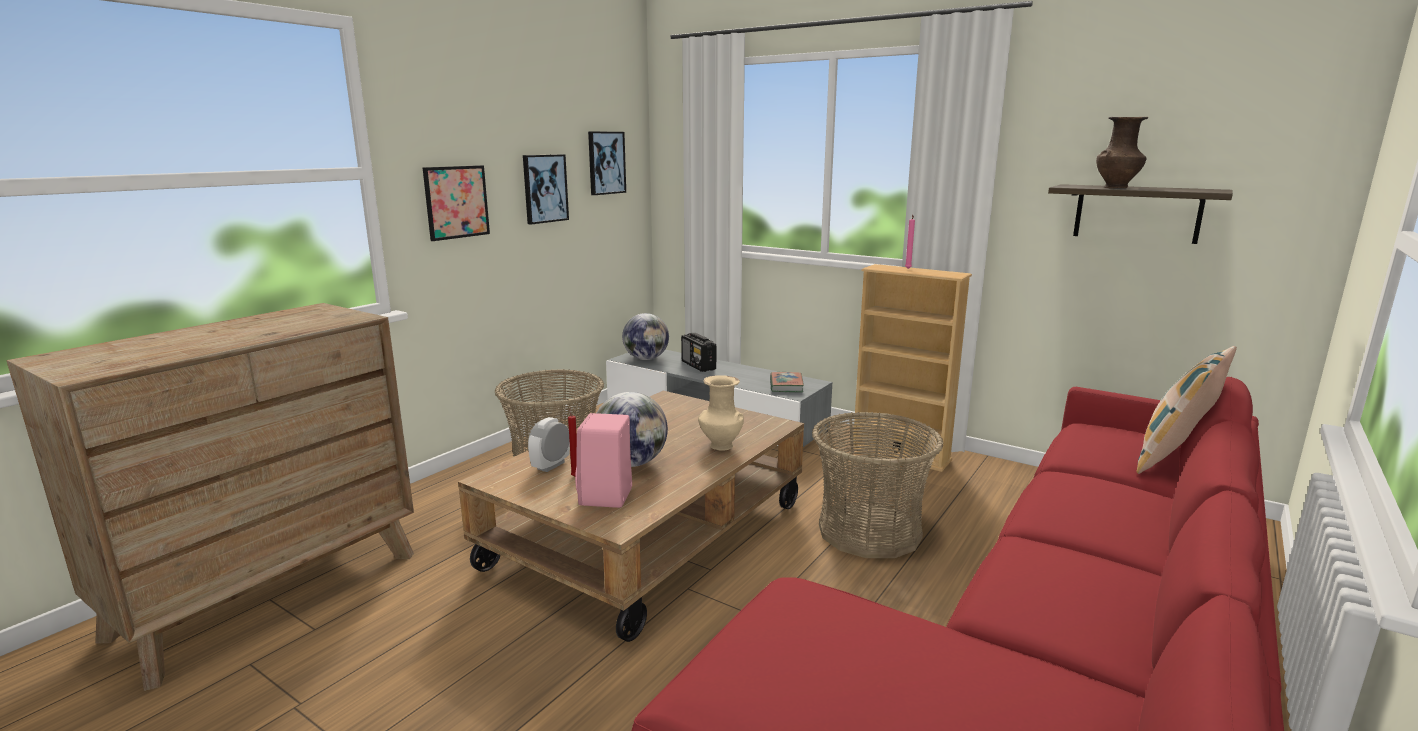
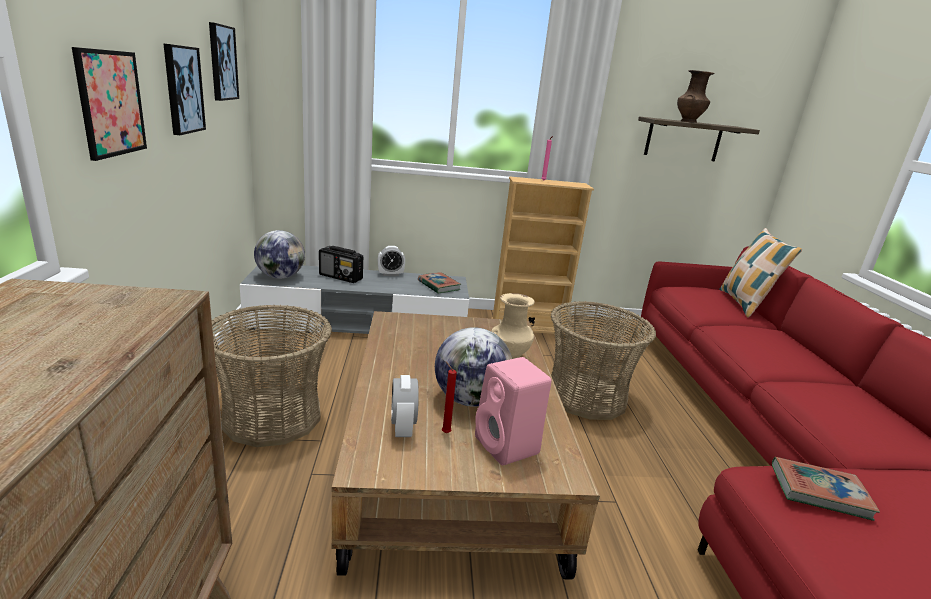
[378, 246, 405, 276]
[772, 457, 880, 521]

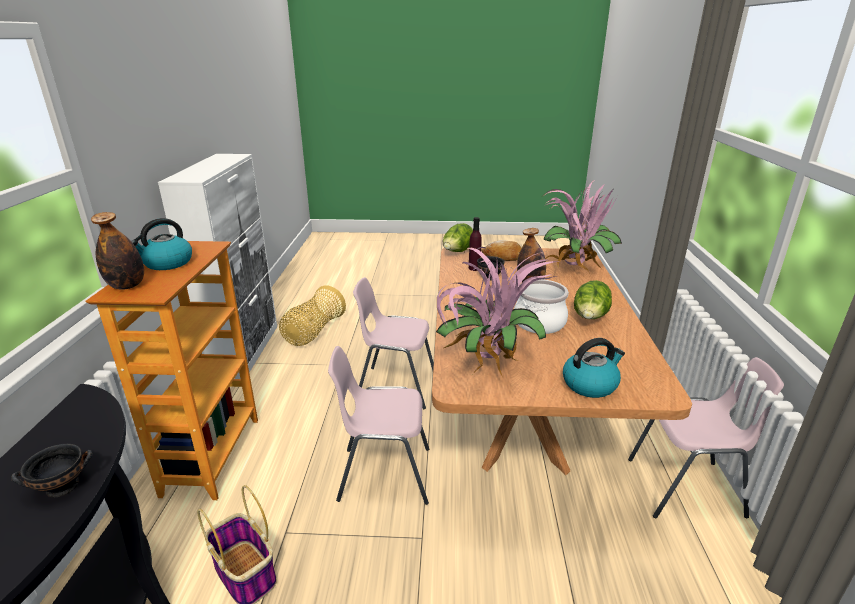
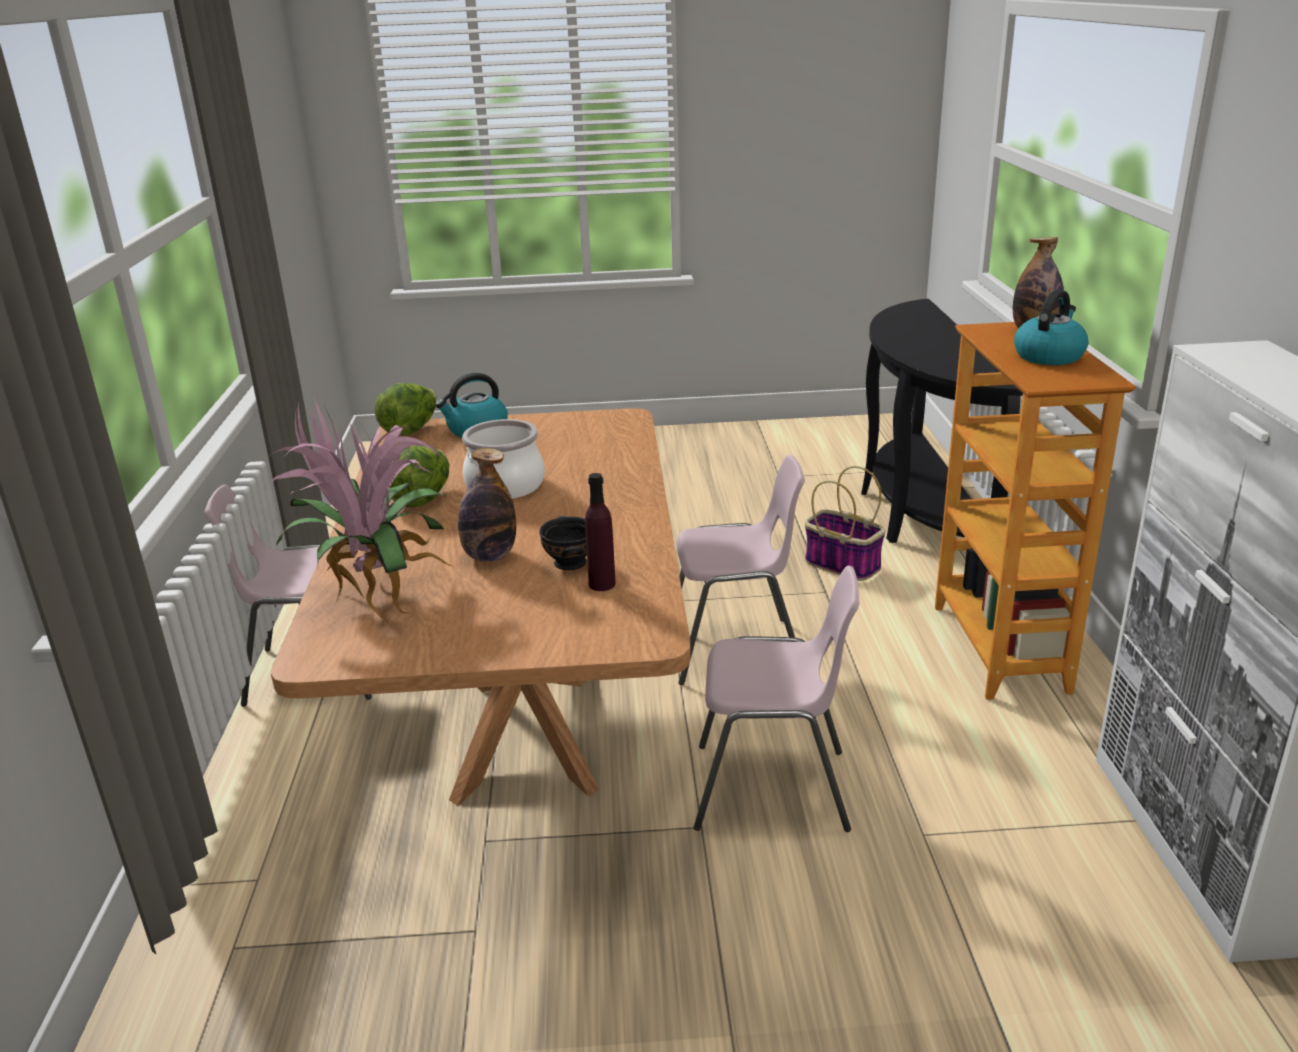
[11, 444, 93, 497] (first image)
[279, 286, 346, 346] (first image)
[436, 247, 558, 377] (first image)
[481, 240, 522, 261] (first image)
[375, 383, 436, 436]

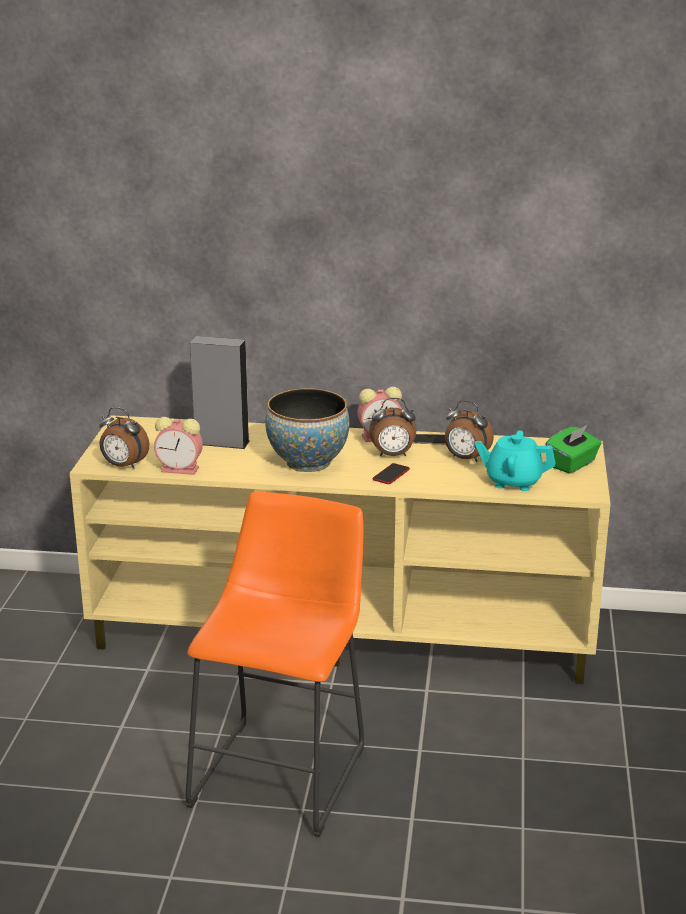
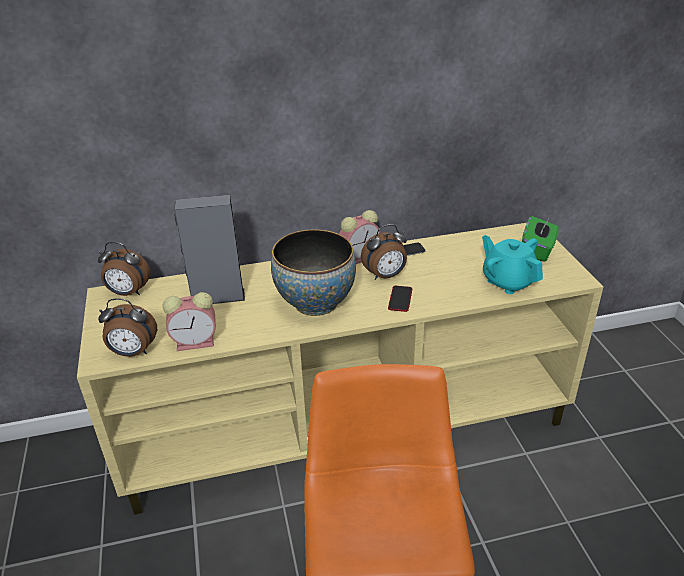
[98, 242, 150, 296]
[482, 235, 543, 294]

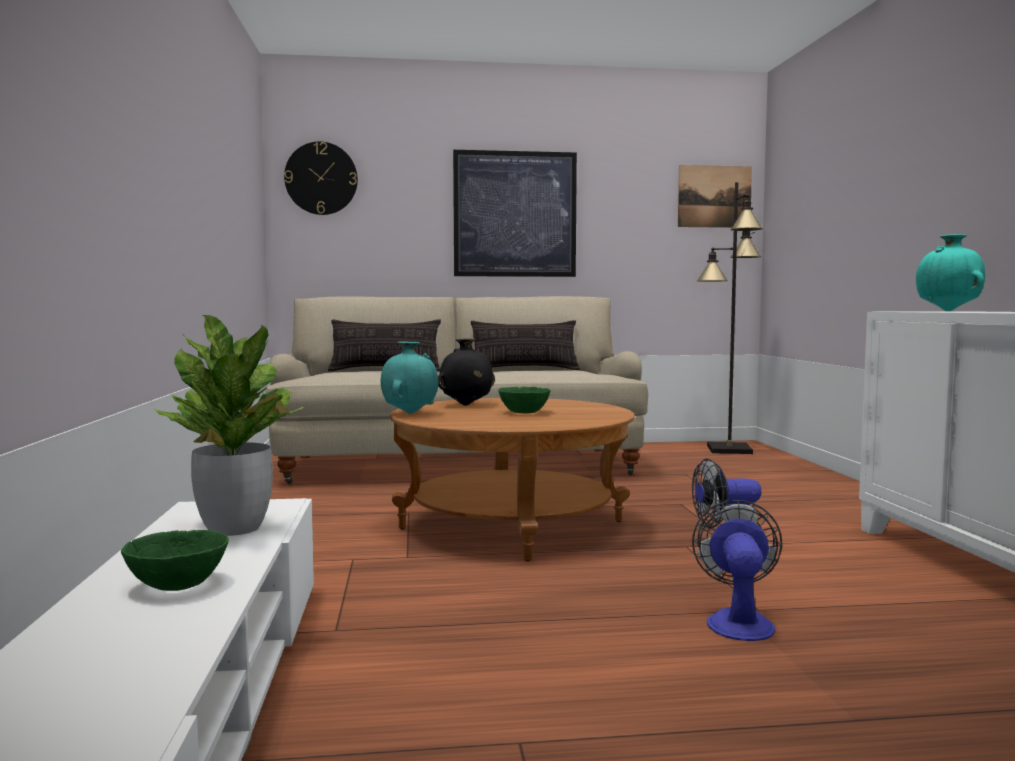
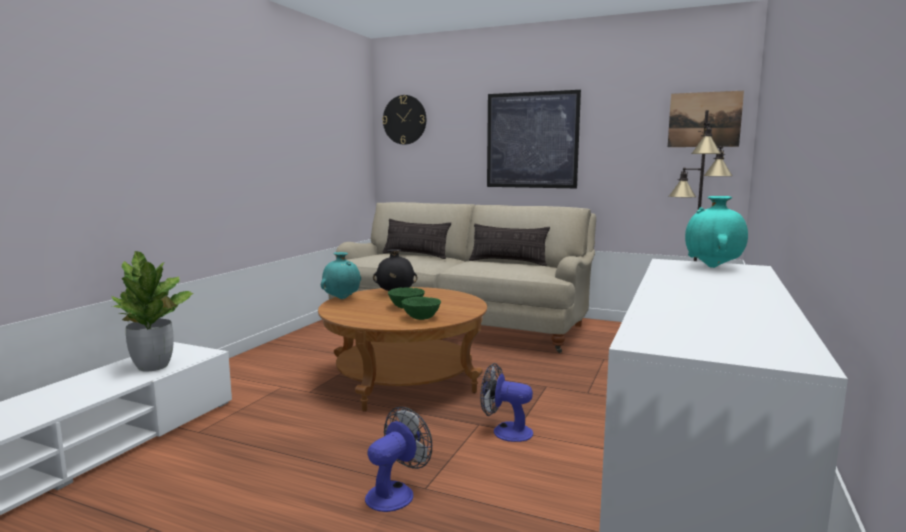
[401, 297, 441, 320]

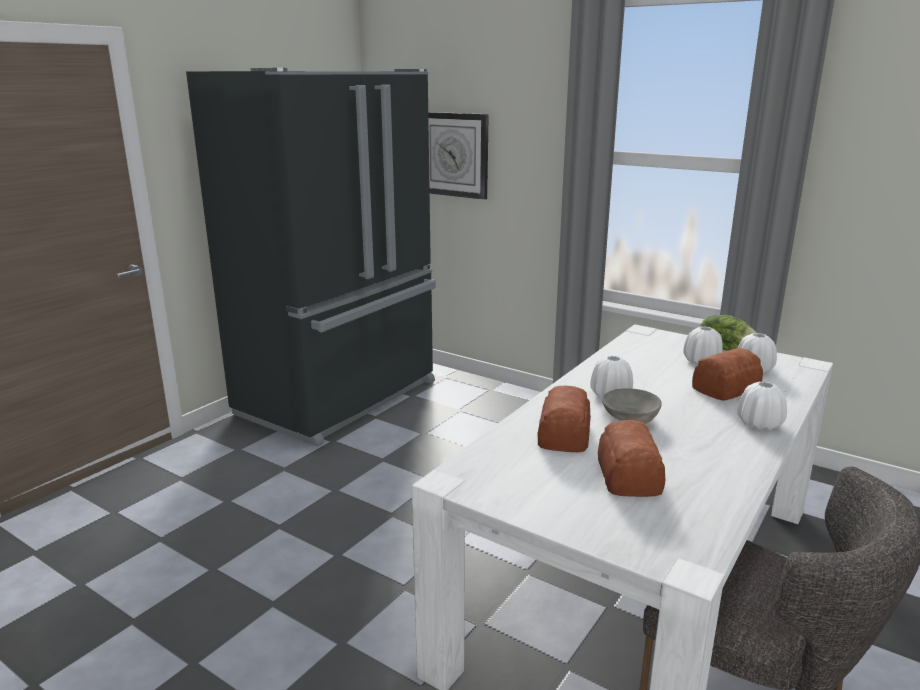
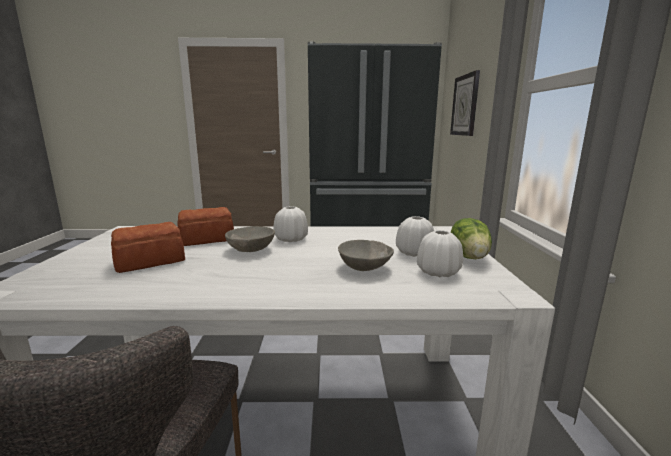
[737, 381, 787, 430] (first image)
[338, 240, 394, 271]

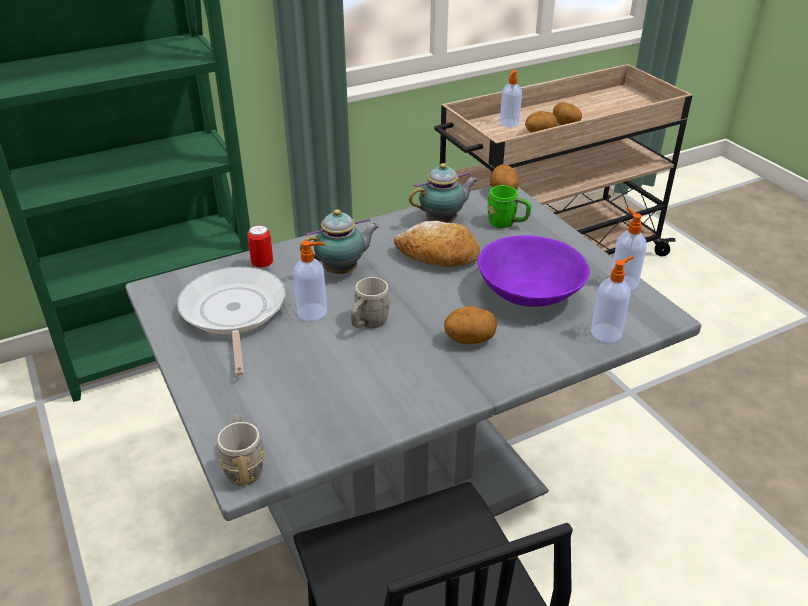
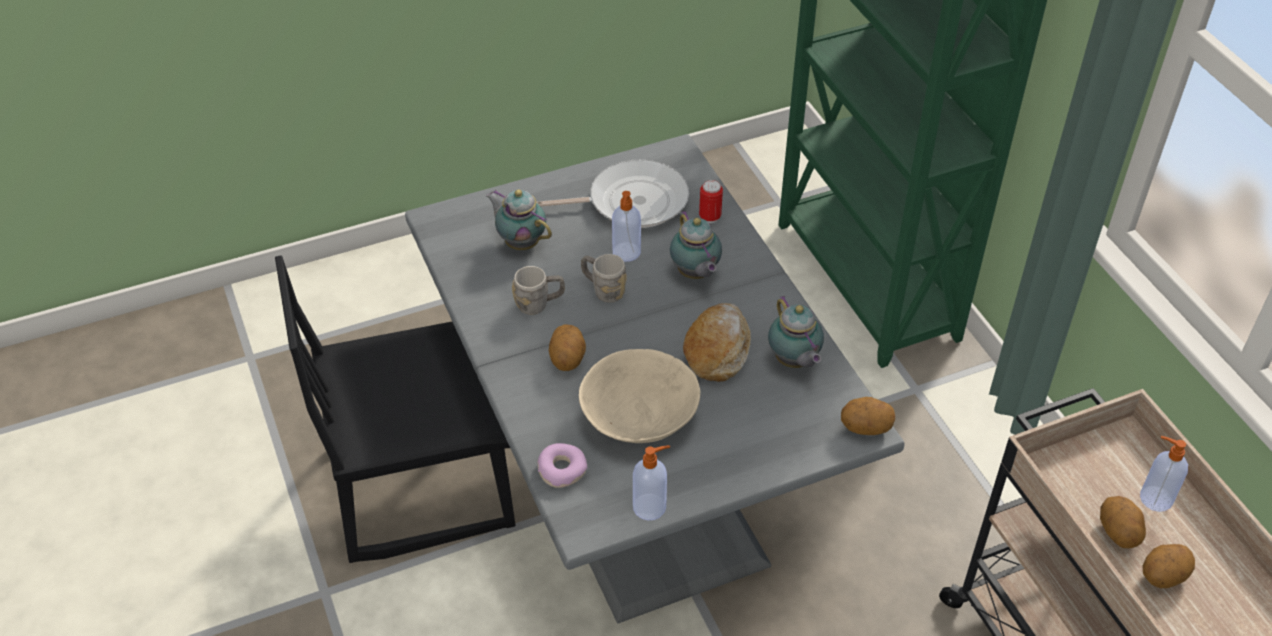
[487, 185, 531, 228] (first image)
[486, 190, 552, 250]
[512, 266, 565, 315]
[537, 443, 587, 488]
[579, 349, 700, 443]

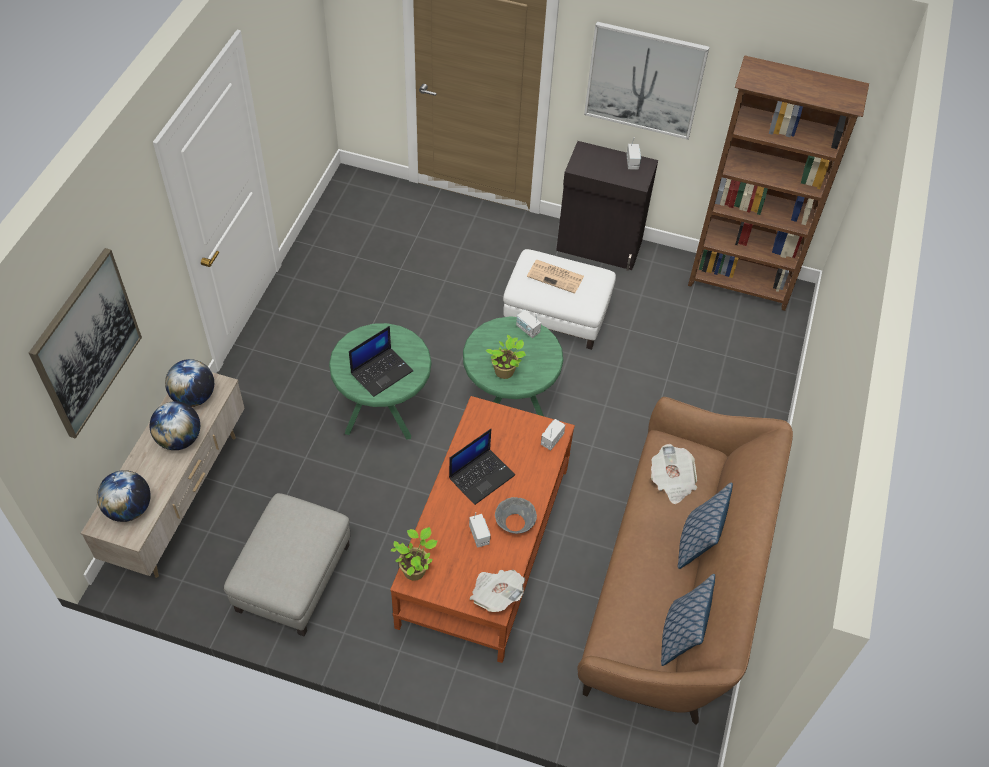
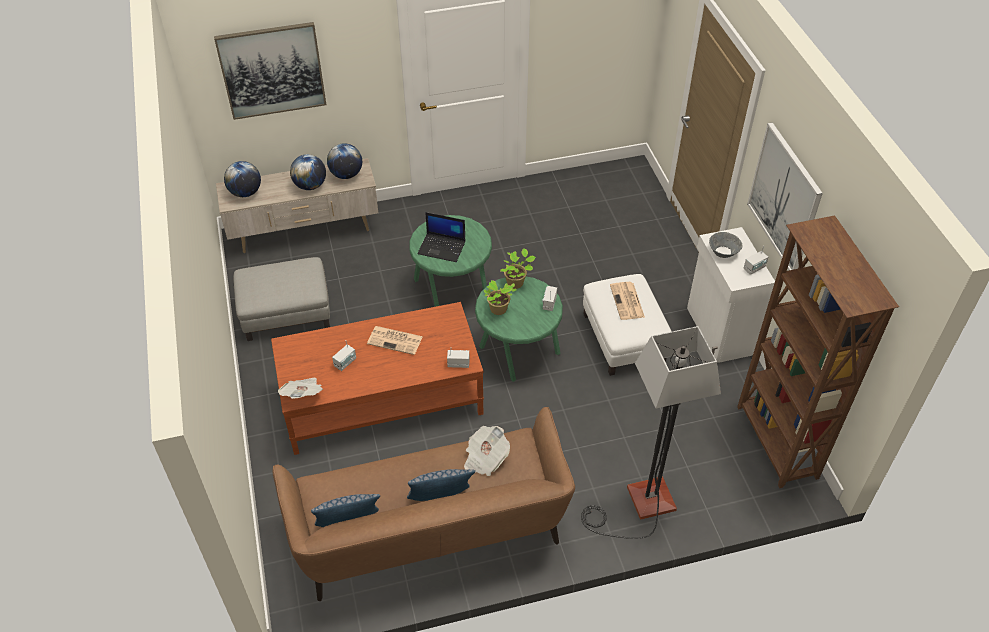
[581, 326, 721, 539]
[500, 248, 536, 289]
[709, 232, 743, 258]
[367, 326, 423, 355]
[687, 227, 775, 363]

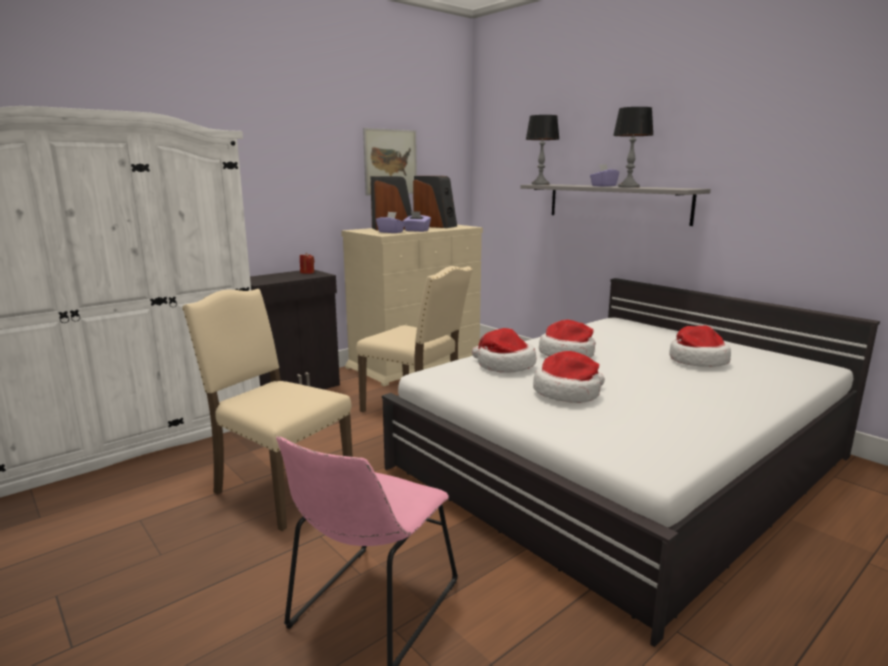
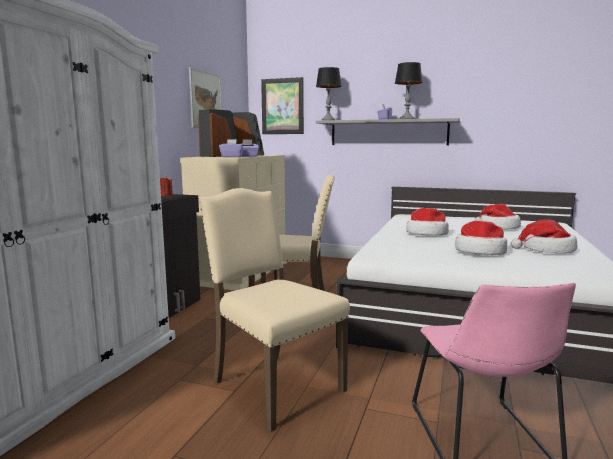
[261, 77, 304, 134]
[511, 219, 577, 254]
[199, 188, 350, 432]

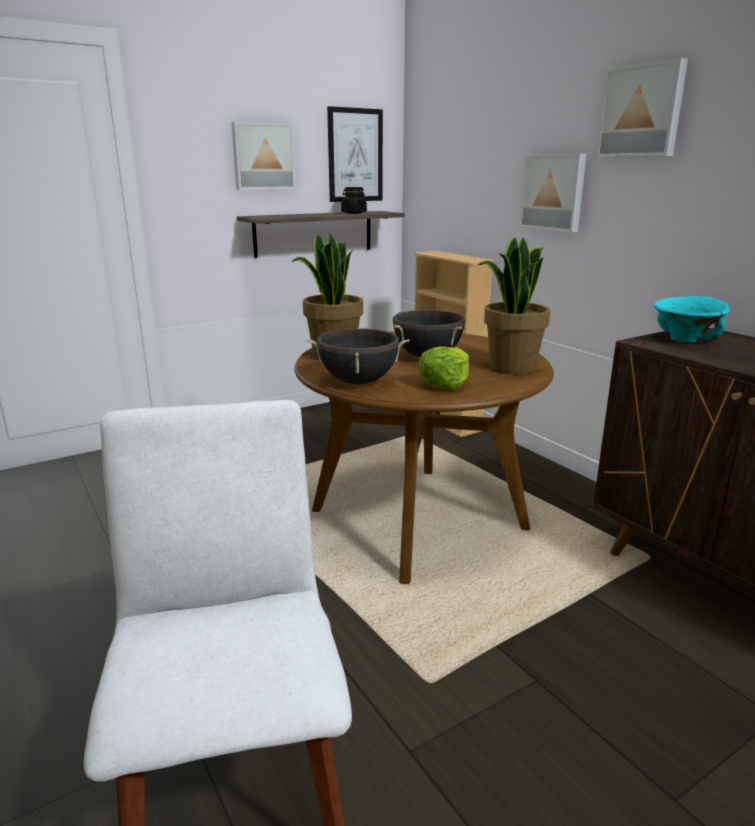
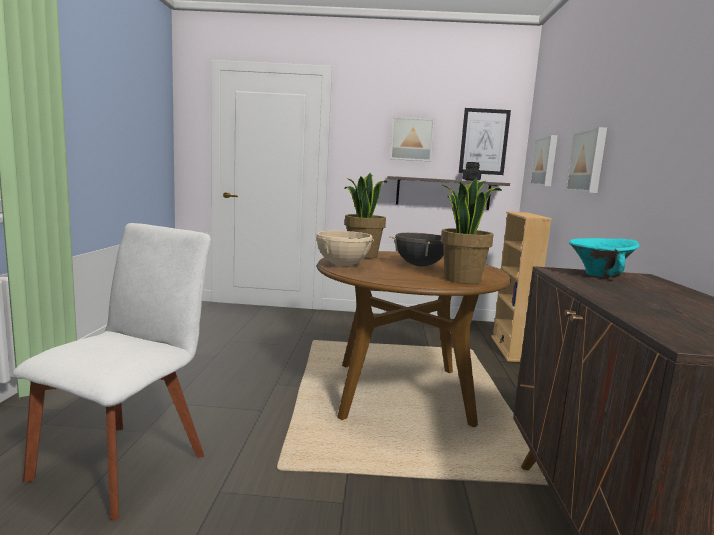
[418, 347, 469, 390] (first image)
[530, 135, 558, 186]
[316, 231, 374, 266]

